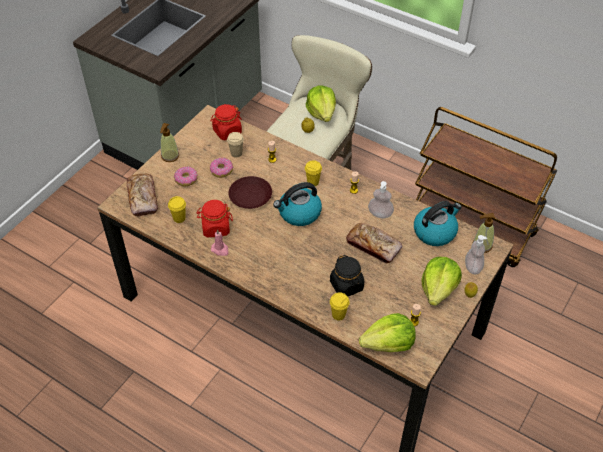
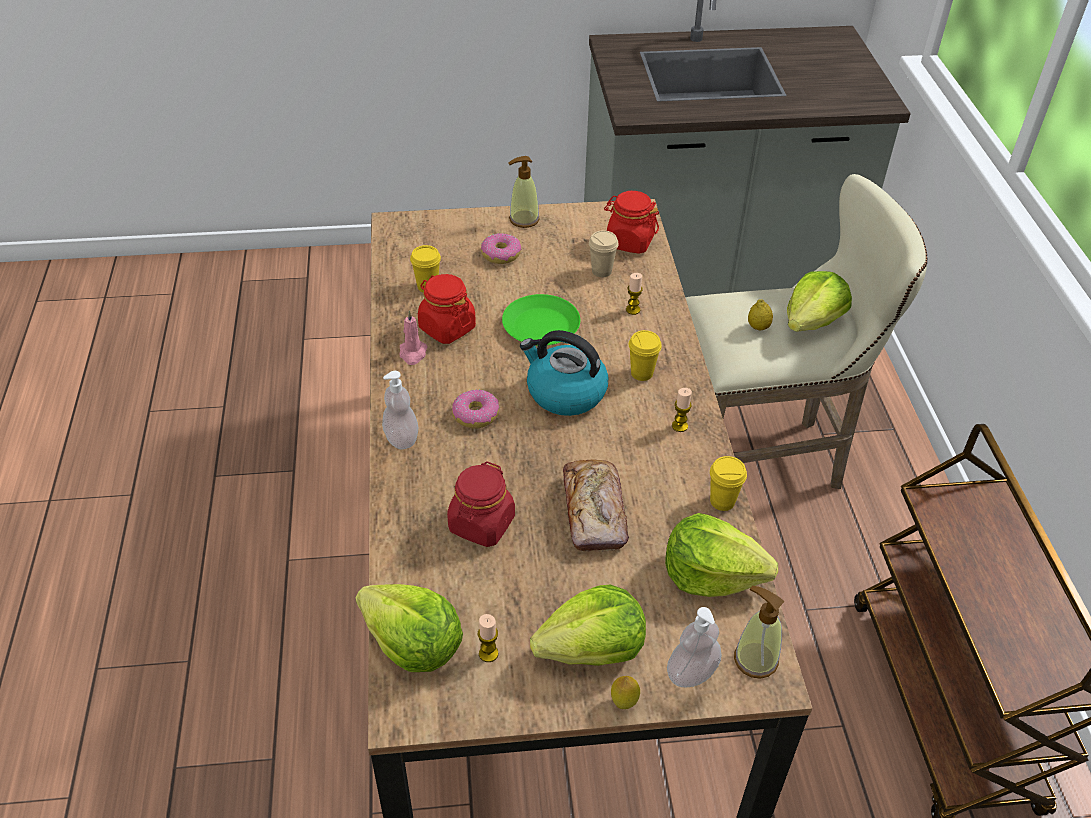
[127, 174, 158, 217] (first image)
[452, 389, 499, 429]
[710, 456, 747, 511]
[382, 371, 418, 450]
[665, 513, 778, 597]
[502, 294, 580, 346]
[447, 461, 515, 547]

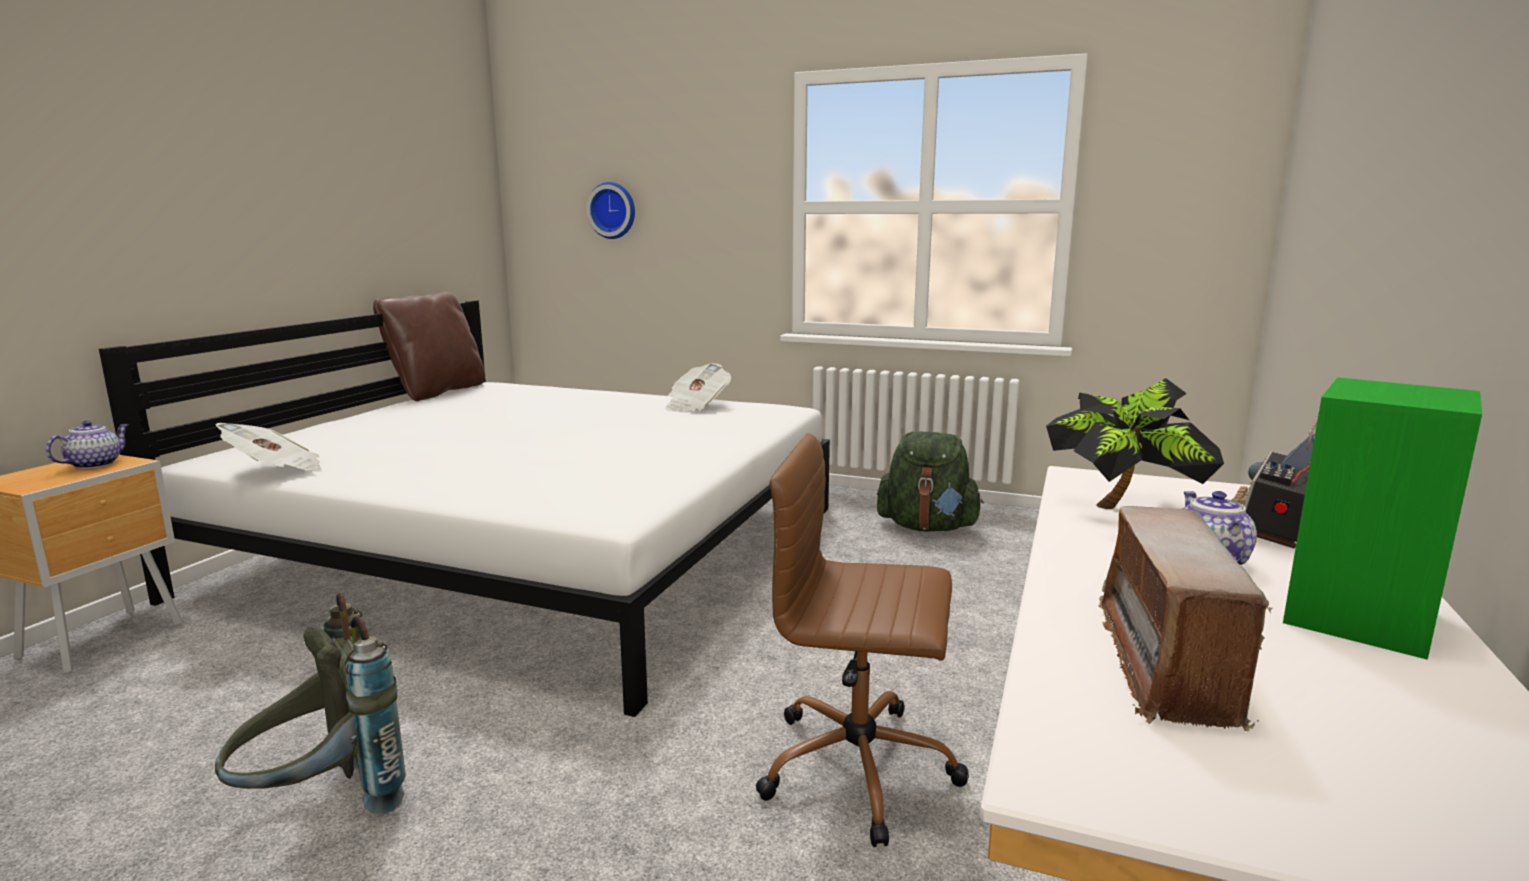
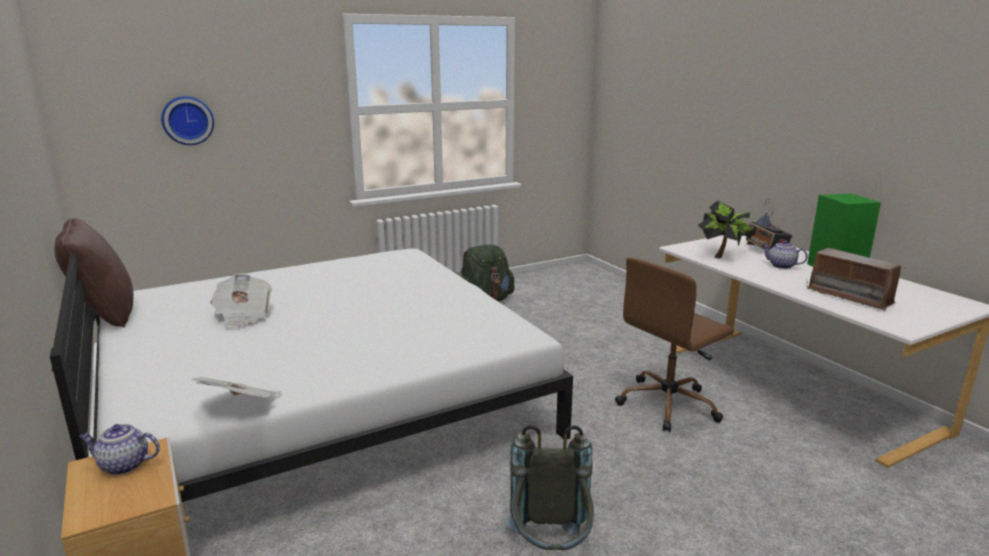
[210, 273, 272, 328]
[79, 424, 160, 475]

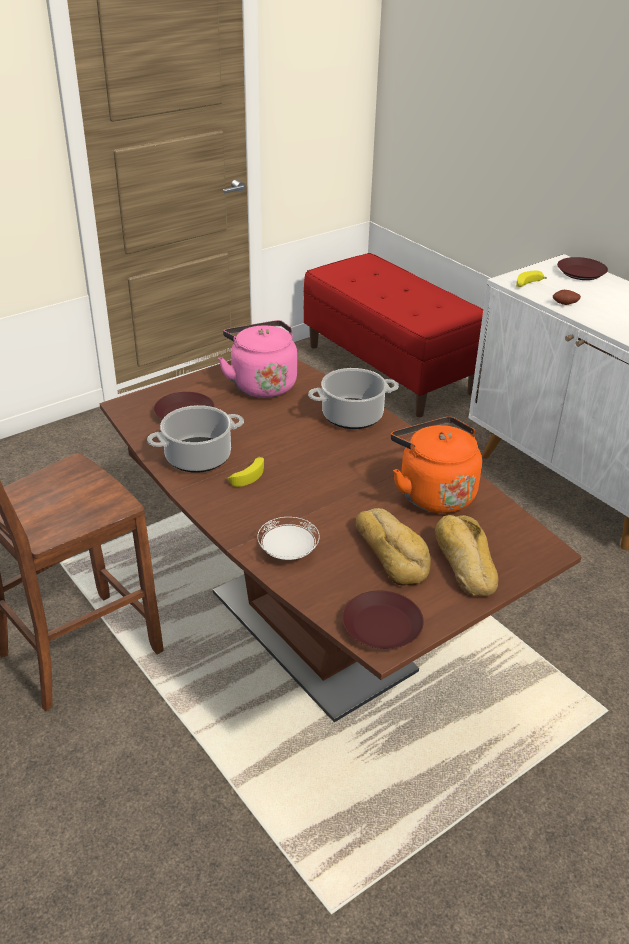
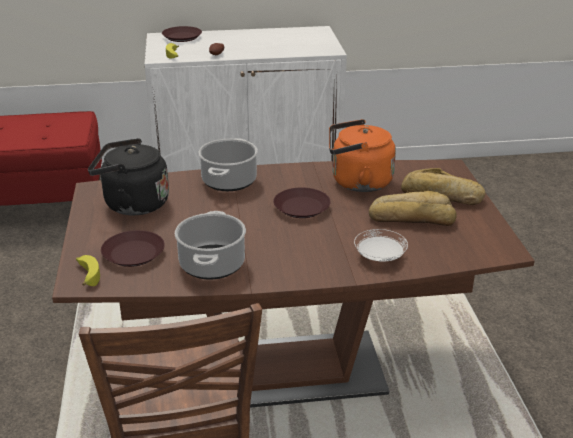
[76, 255, 100, 286]
[273, 187, 331, 218]
[88, 138, 169, 215]

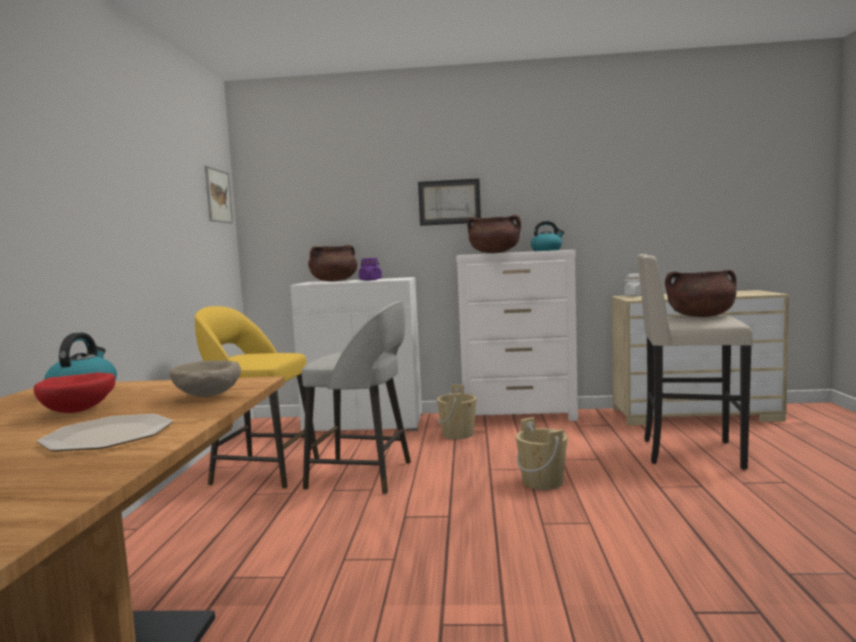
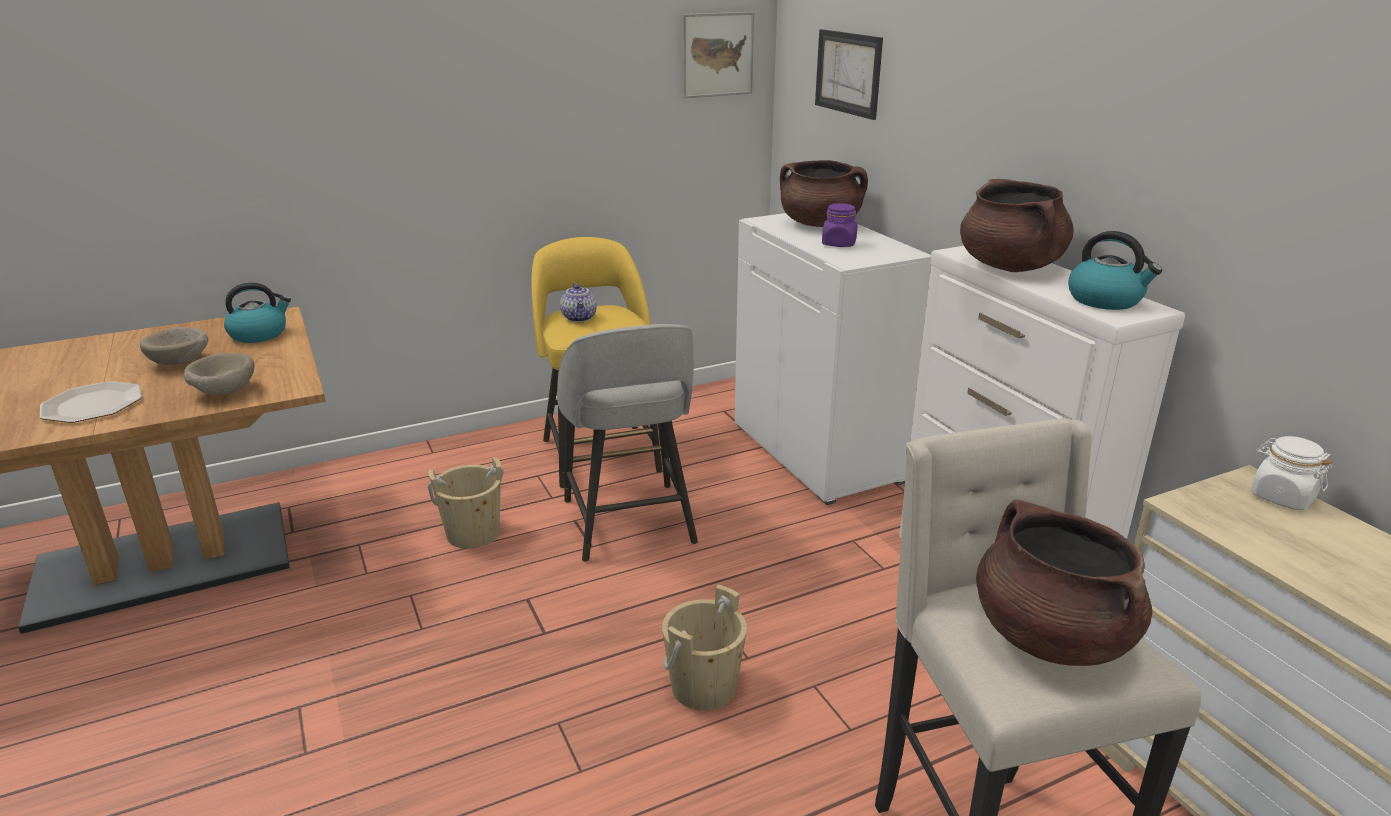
[560, 283, 597, 322]
[815, 29, 883, 120]
[428, 457, 504, 549]
[140, 327, 208, 365]

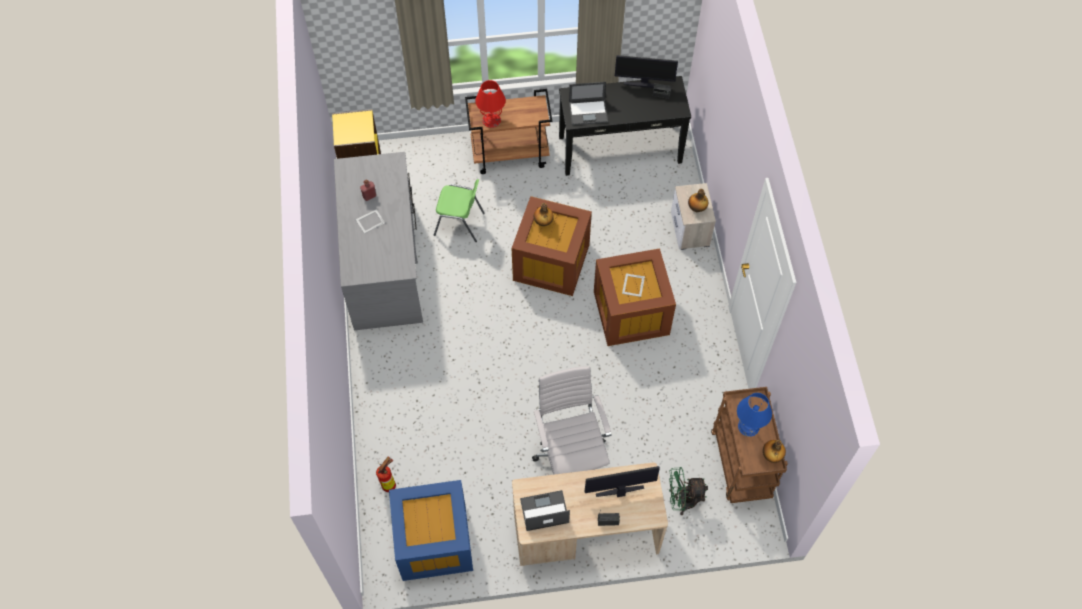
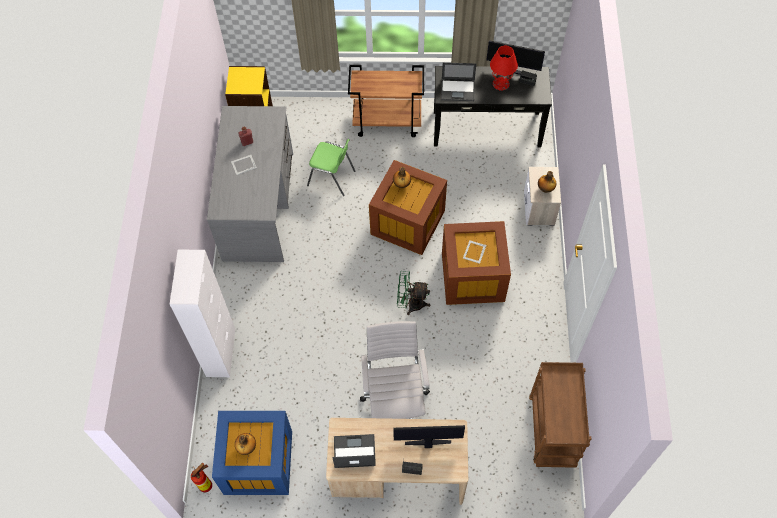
[737, 393, 772, 437] (first image)
[170, 250, 235, 377]
[191, 462, 212, 492]
[490, 46, 518, 91]
[397, 271, 430, 315]
[235, 433, 256, 455]

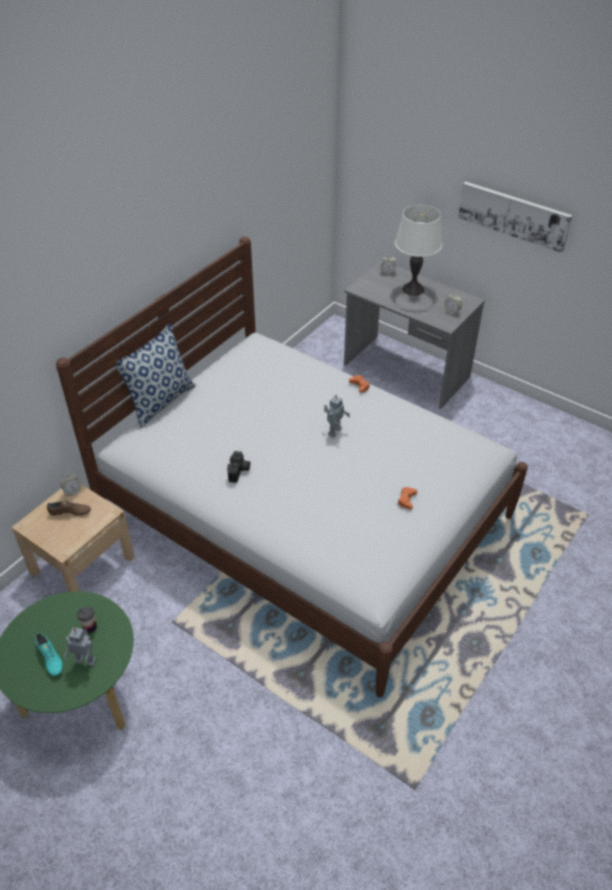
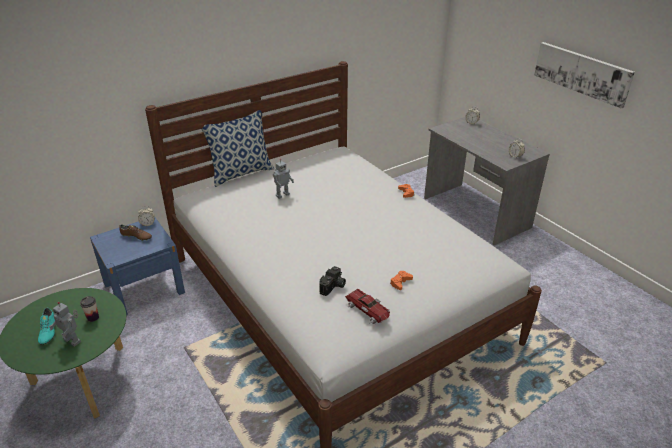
[395, 205, 442, 296] (first image)
[345, 288, 390, 324]
[319, 266, 346, 296]
[273, 159, 294, 199]
[90, 218, 185, 316]

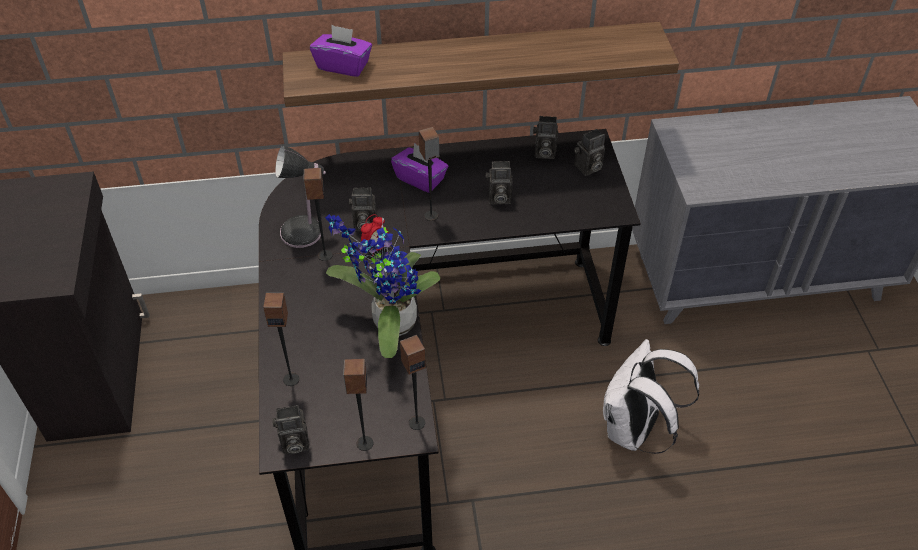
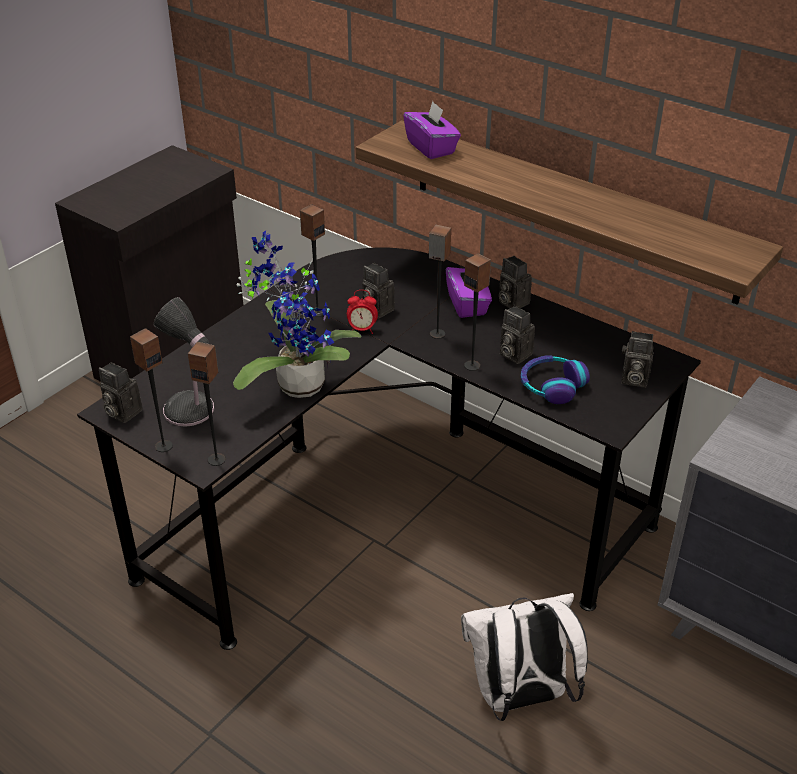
[521, 355, 590, 404]
[464, 253, 491, 371]
[154, 297, 214, 427]
[499, 256, 532, 309]

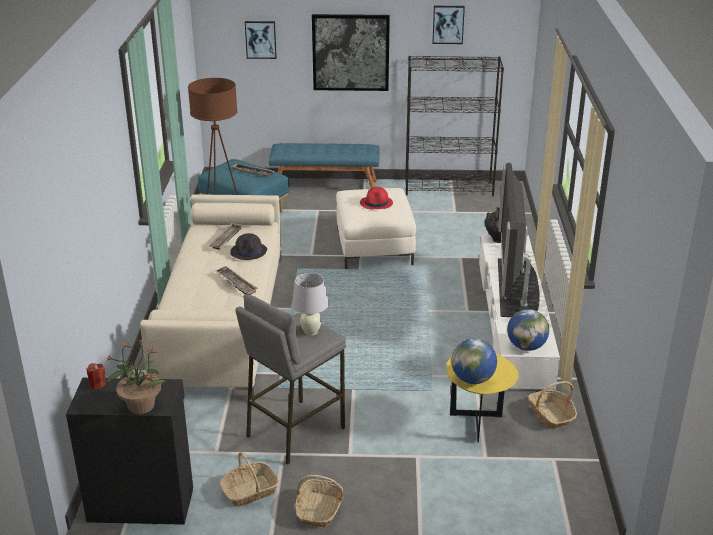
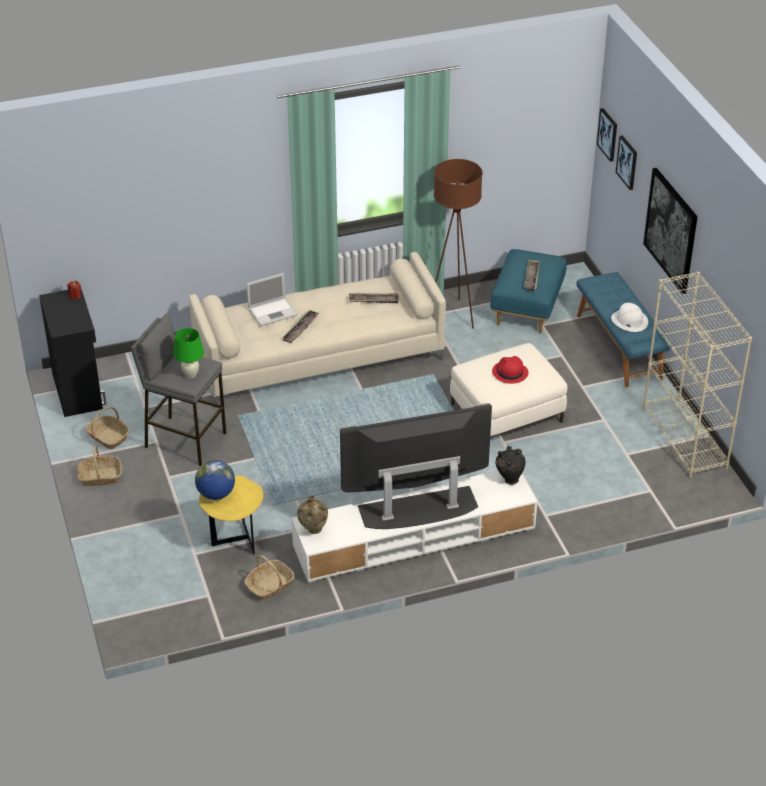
[106, 339, 165, 414] (first image)
[230, 233, 267, 260] (first image)
[247, 273, 297, 326]
[611, 303, 648, 332]
[597, 108, 617, 162]
[297, 496, 328, 534]
[174, 328, 204, 378]
[643, 272, 752, 478]

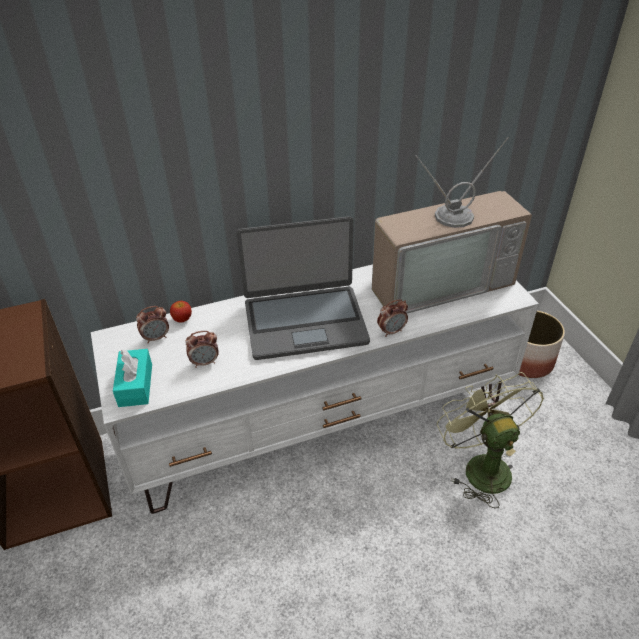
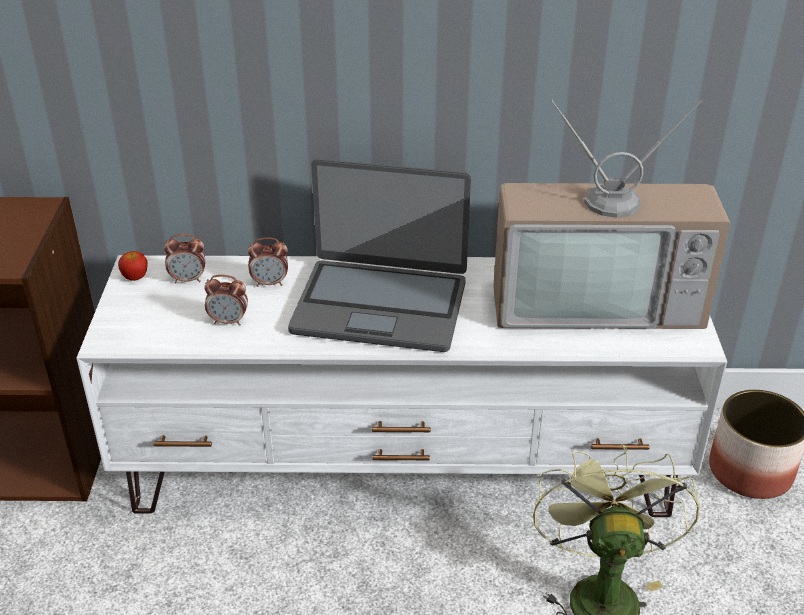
[113, 349, 152, 407] (first image)
[118, 251, 148, 281]
[248, 237, 288, 287]

